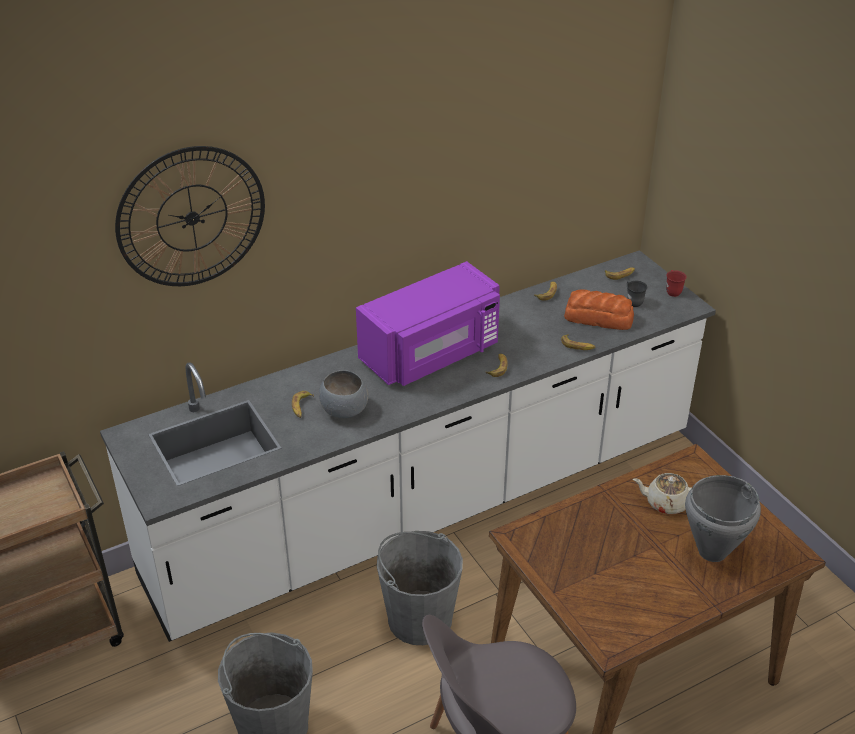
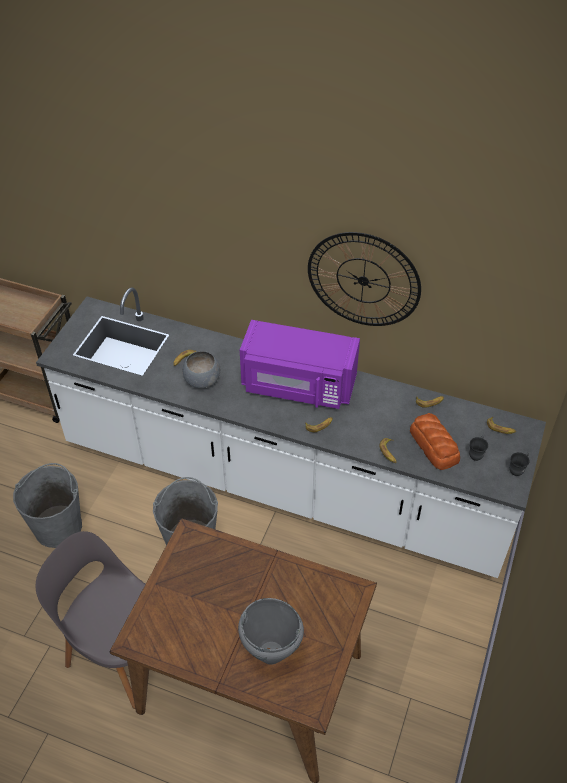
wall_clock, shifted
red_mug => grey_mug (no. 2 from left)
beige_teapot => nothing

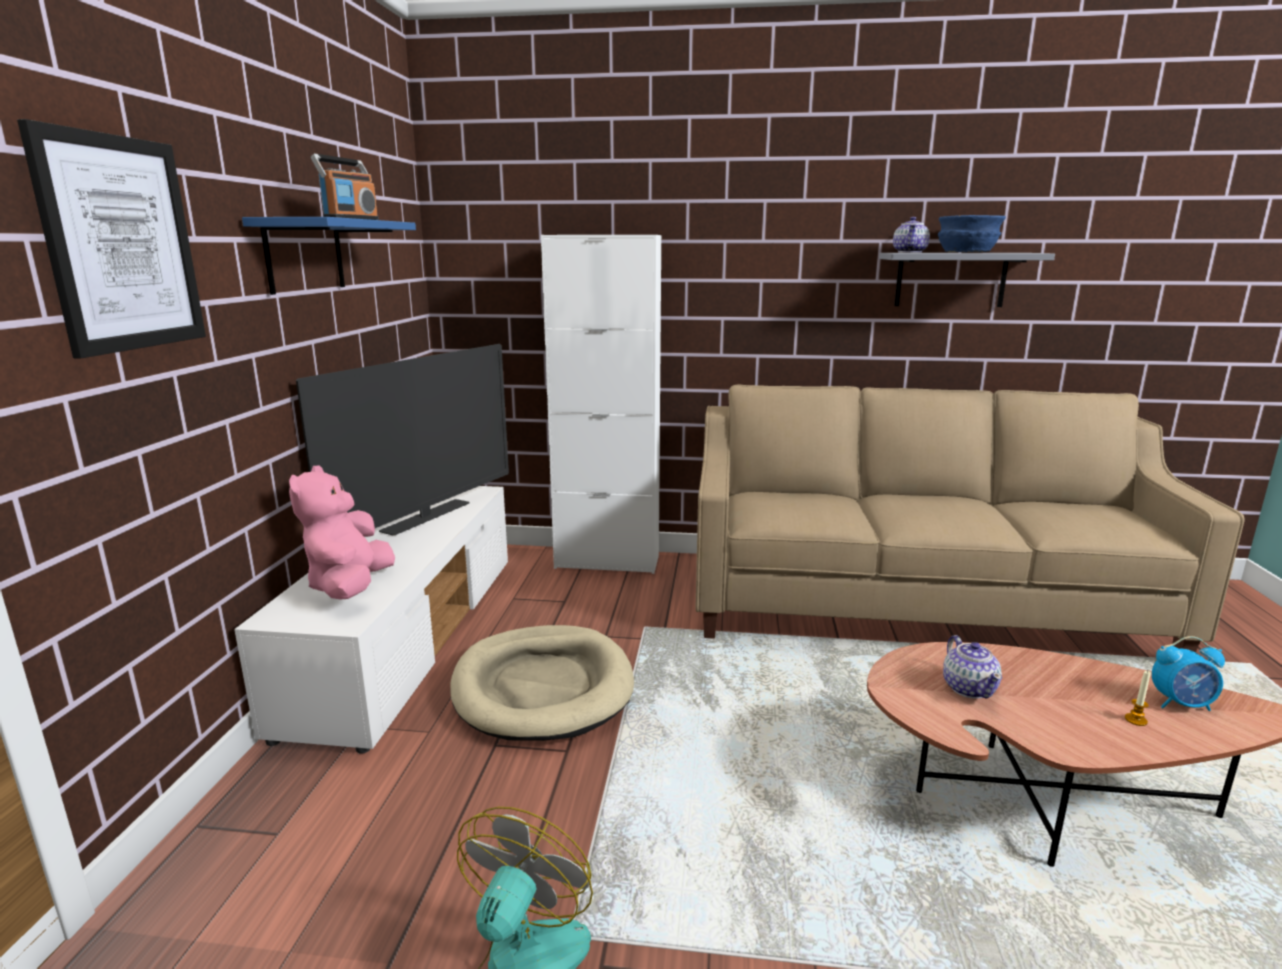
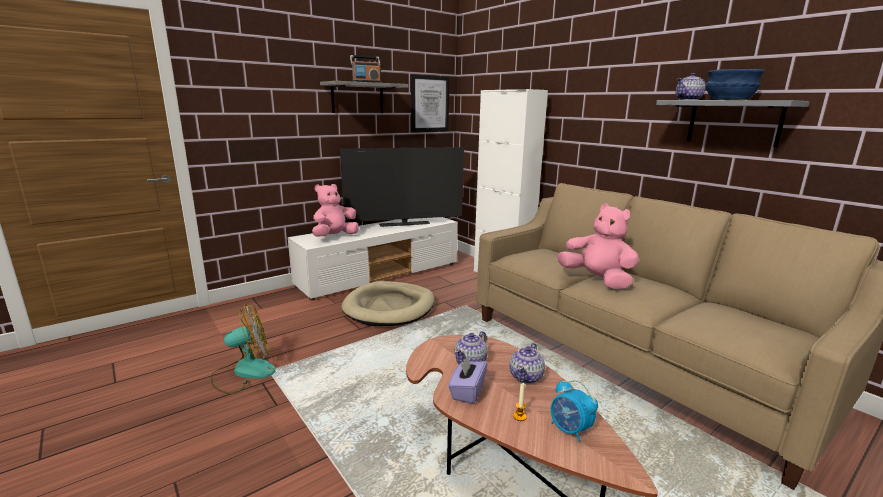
picture, shifted
blue_shelf => grey_shelf (no. 1 from left)
nothing => pink_plush_toy (no. 2 from left)
nothing => teapot (no. 2 from left)
nothing => purple_tissue_box

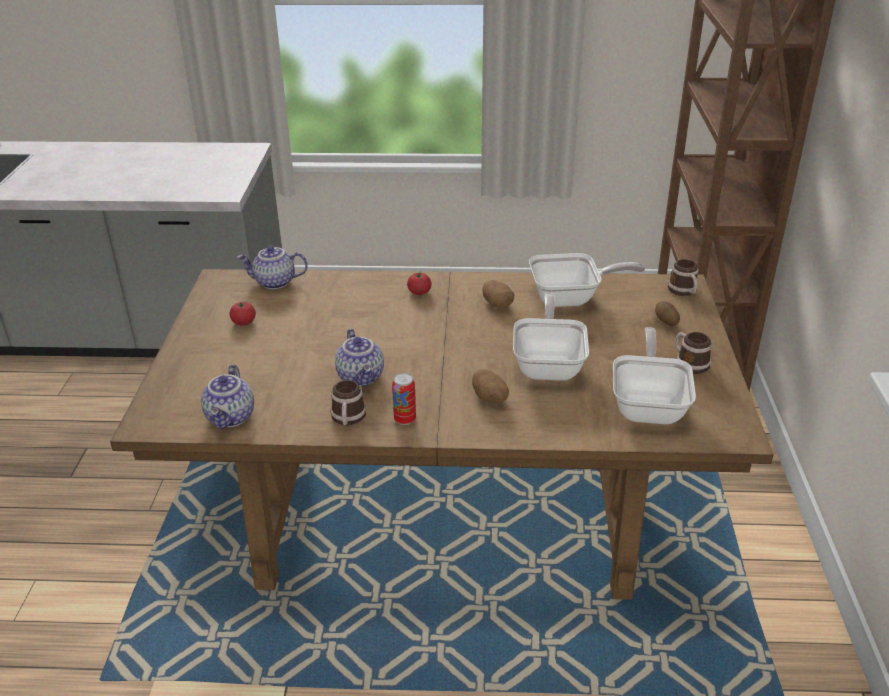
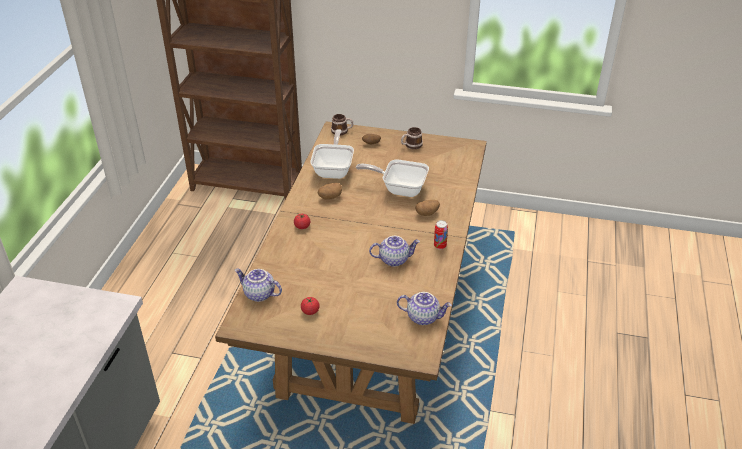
teapot (no. 2 from left in the first image) => teapot (no. 1 from left), 105 degrees clockwise
frying_pan (no. 3 from left) => nothing
mug (no. 1 from left) => nothing

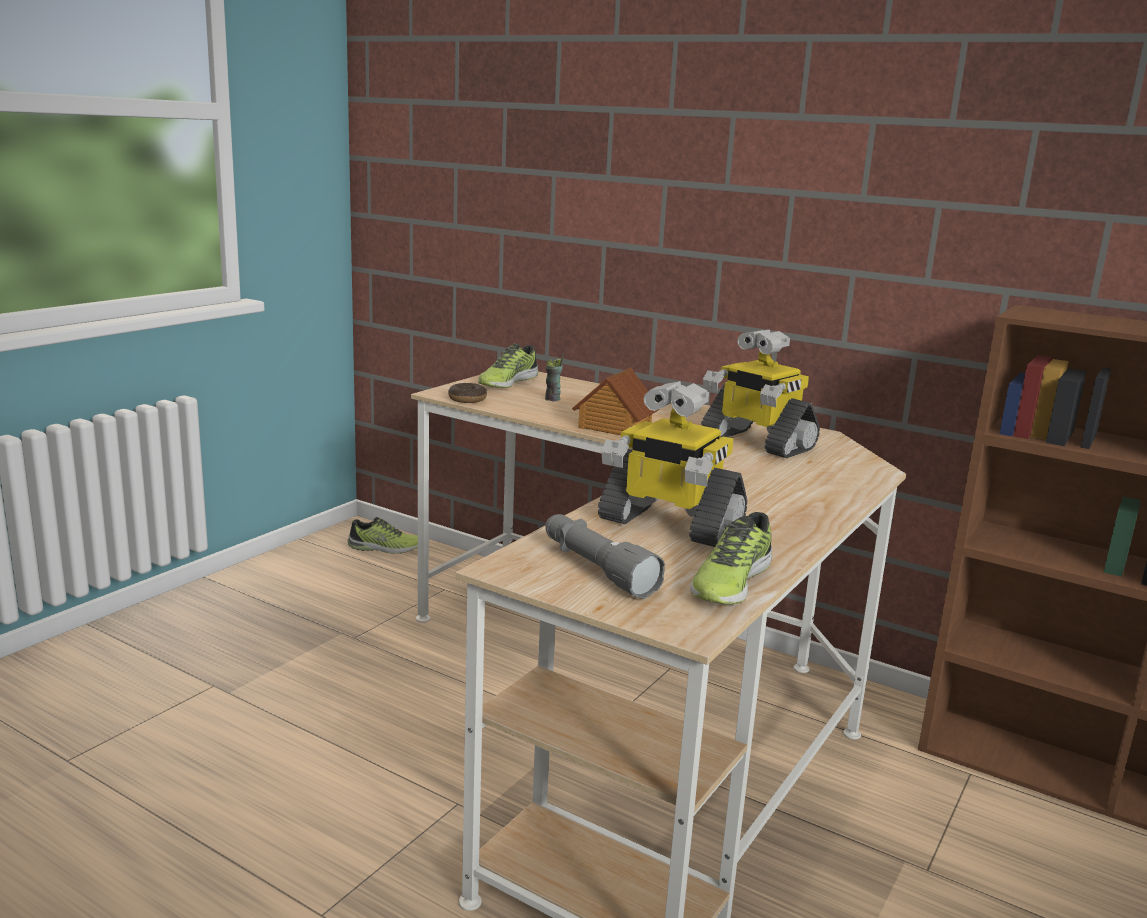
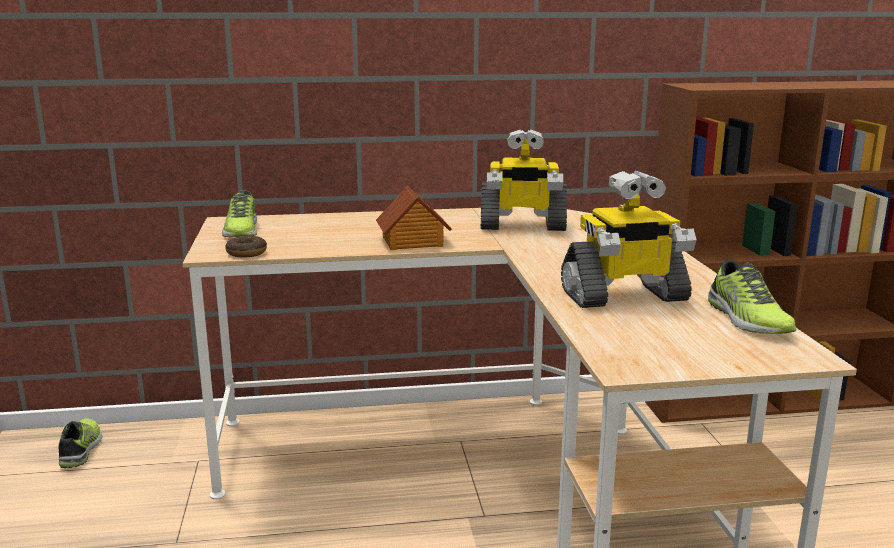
cup => nothing
grey_flashlight => nothing
shoe (no. 1 from left), 60 degrees counterclockwise

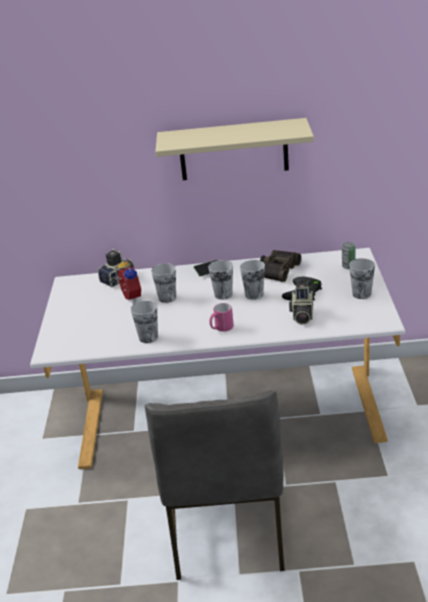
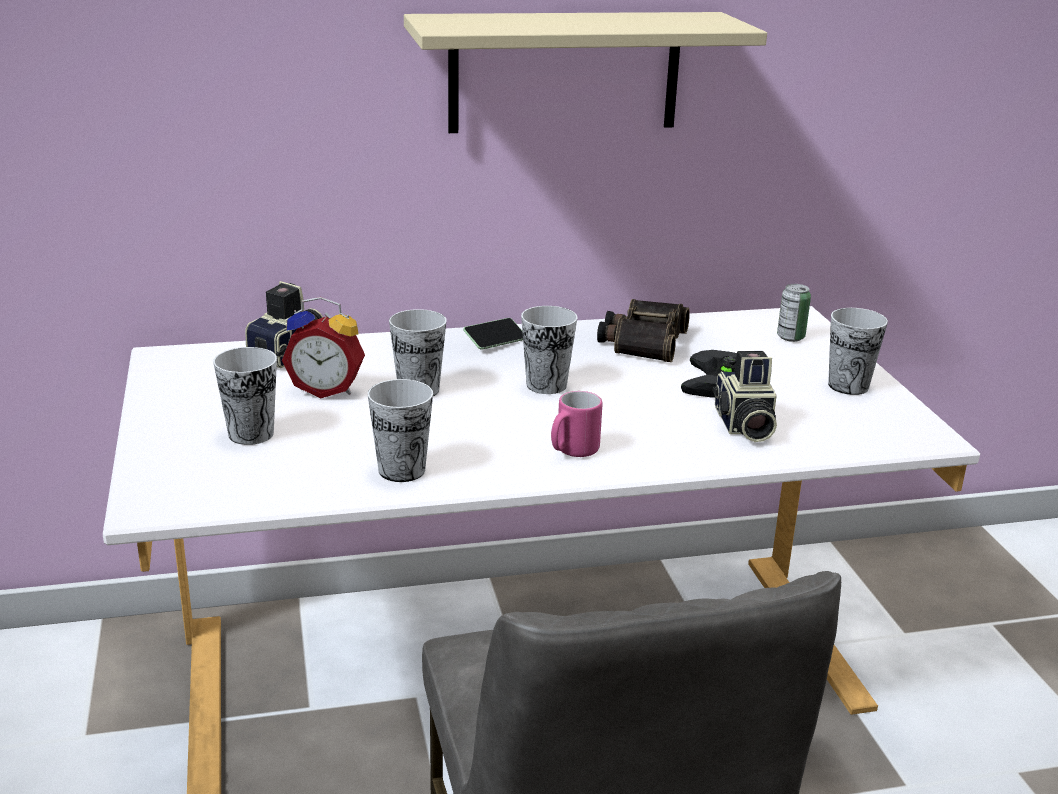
alarm_clock, 135 degrees clockwise
cup (no. 4 from left in the first image) => cup (no. 1 from left), shifted

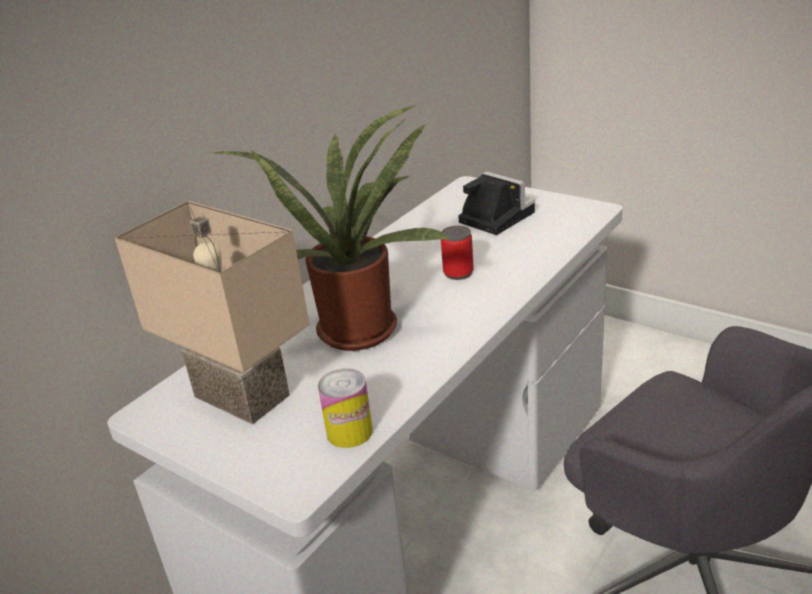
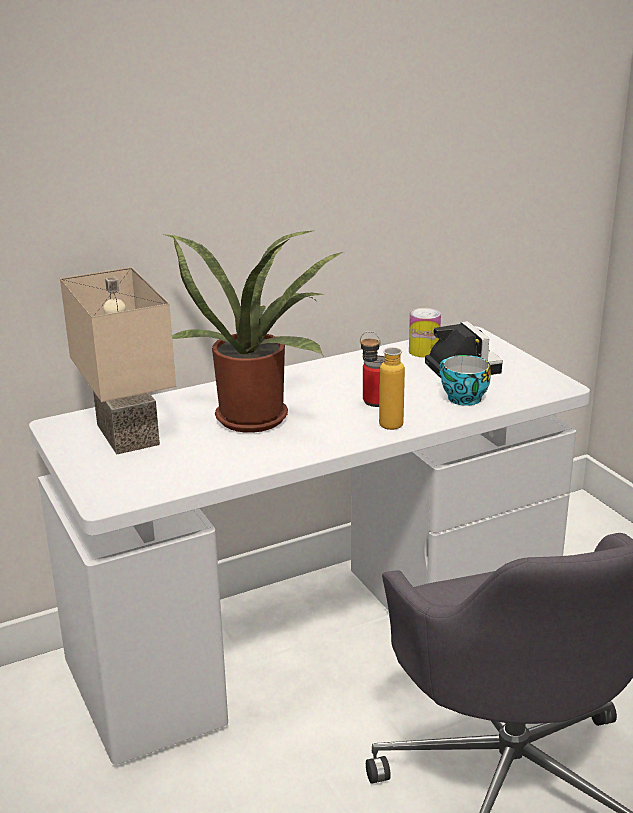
can (no. 1 from left in the first image) => can (no. 2 from left), shifted
nothing => bottle
nothing => cup

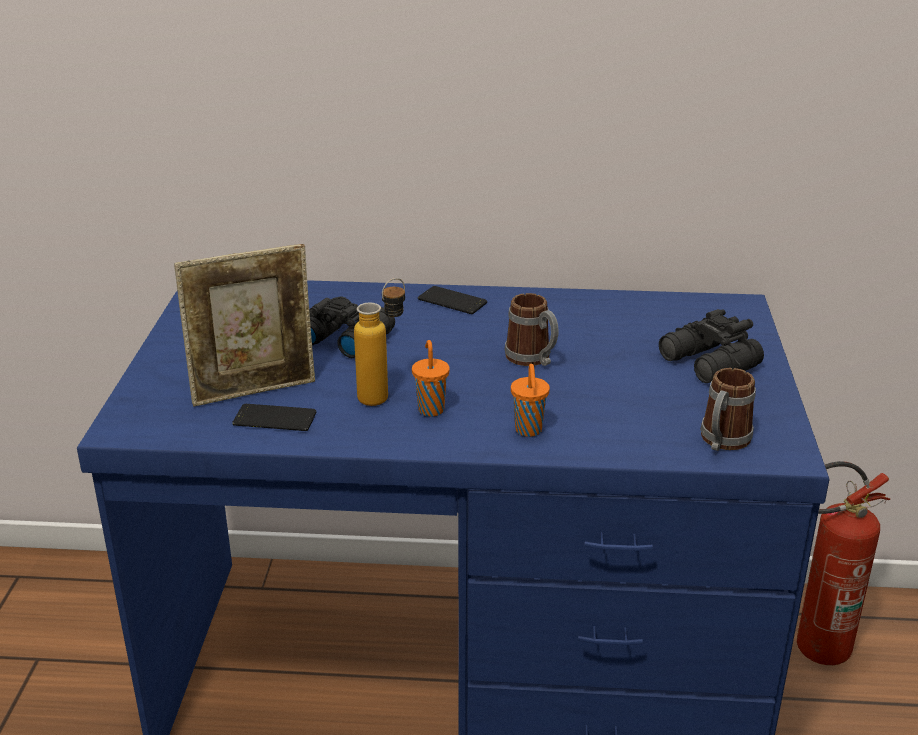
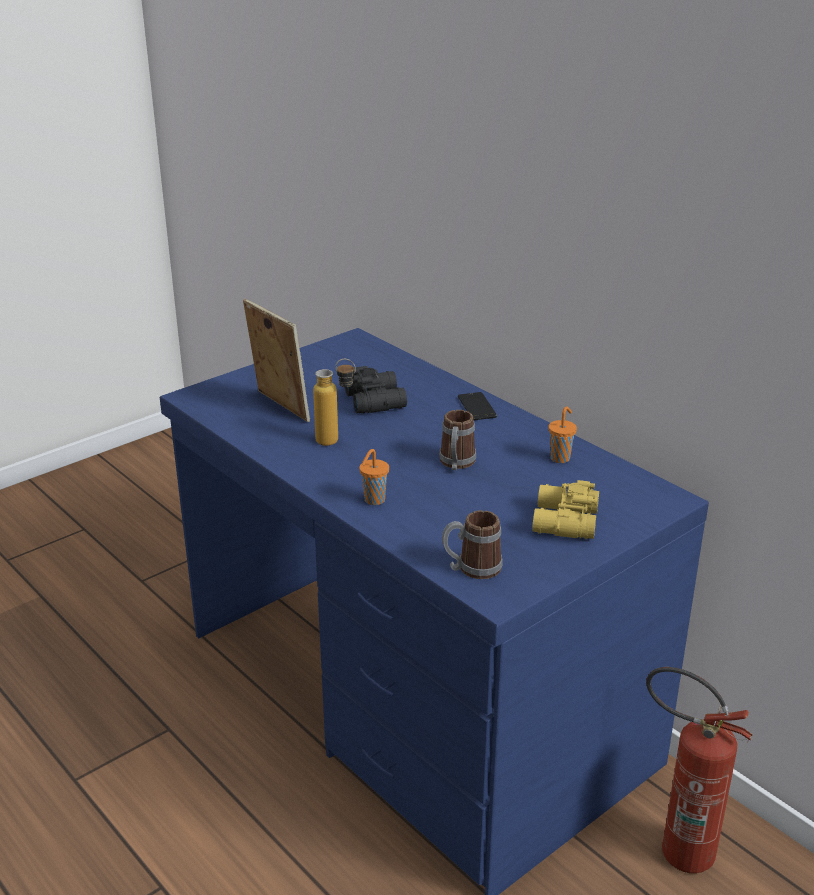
picture_frame, 150 degrees counterclockwise
black_binoculars (no. 2 from left) => yellow_binoculars
orange_cup (no. 1 from left in the first image) => orange_cup (no. 2 from left), shifted
phone (no. 1 from left) => nothing

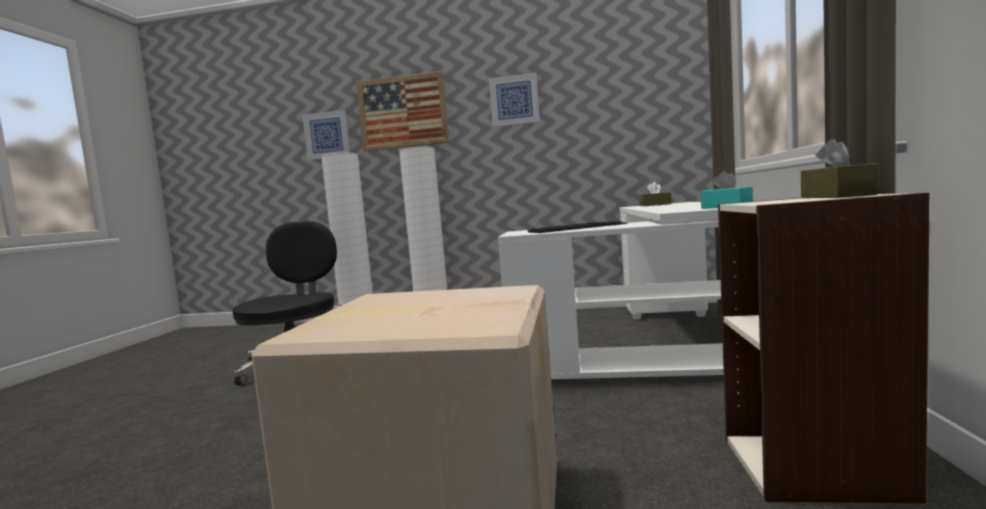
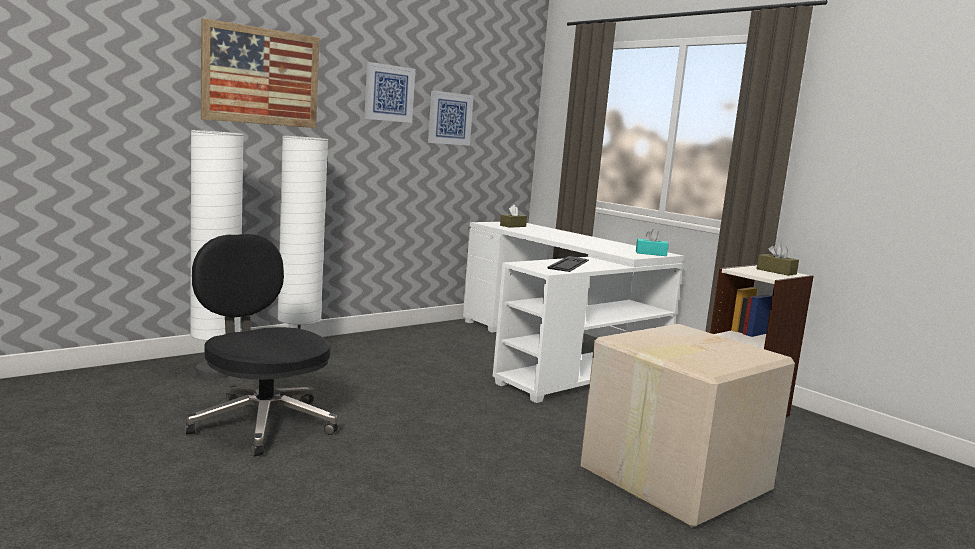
picture (no. 1 from left in the first image) => picture (no. 3 from left), shifted

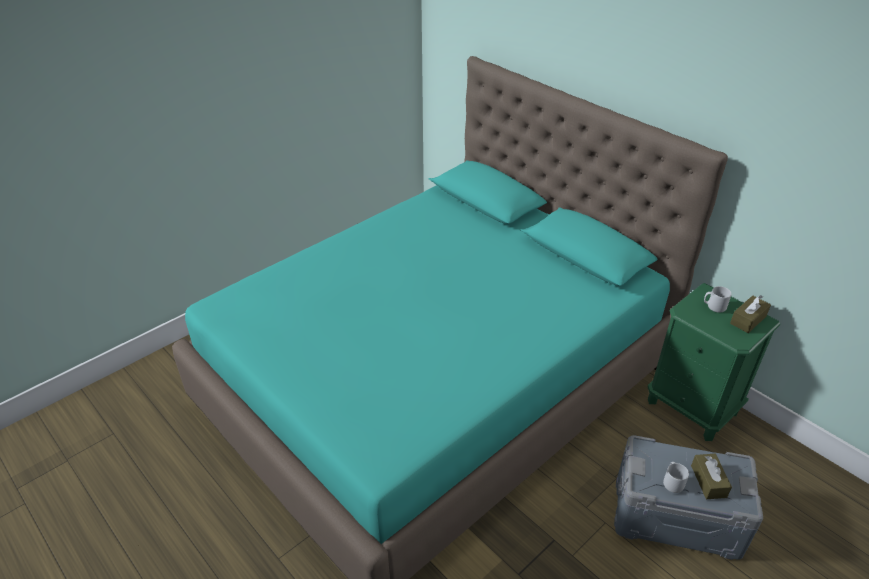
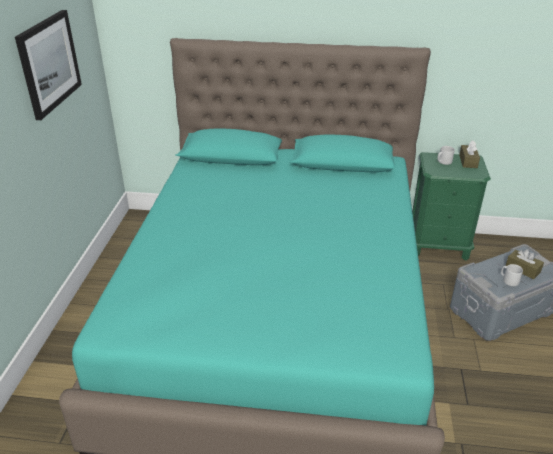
nothing => picture

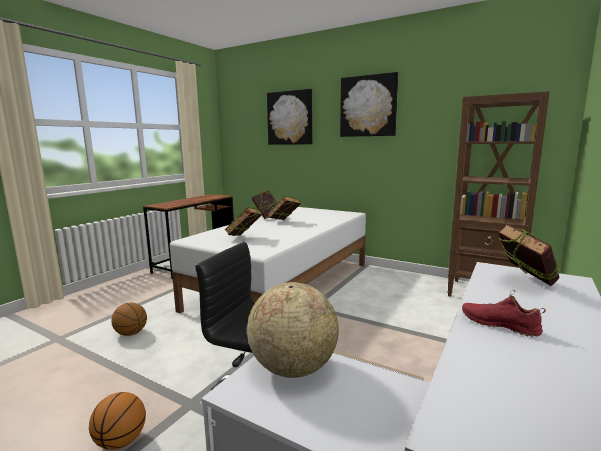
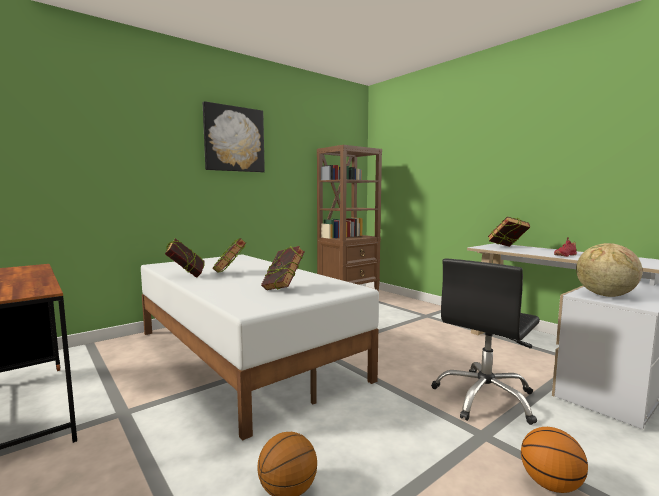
picture (no. 1 from left) => nothing

